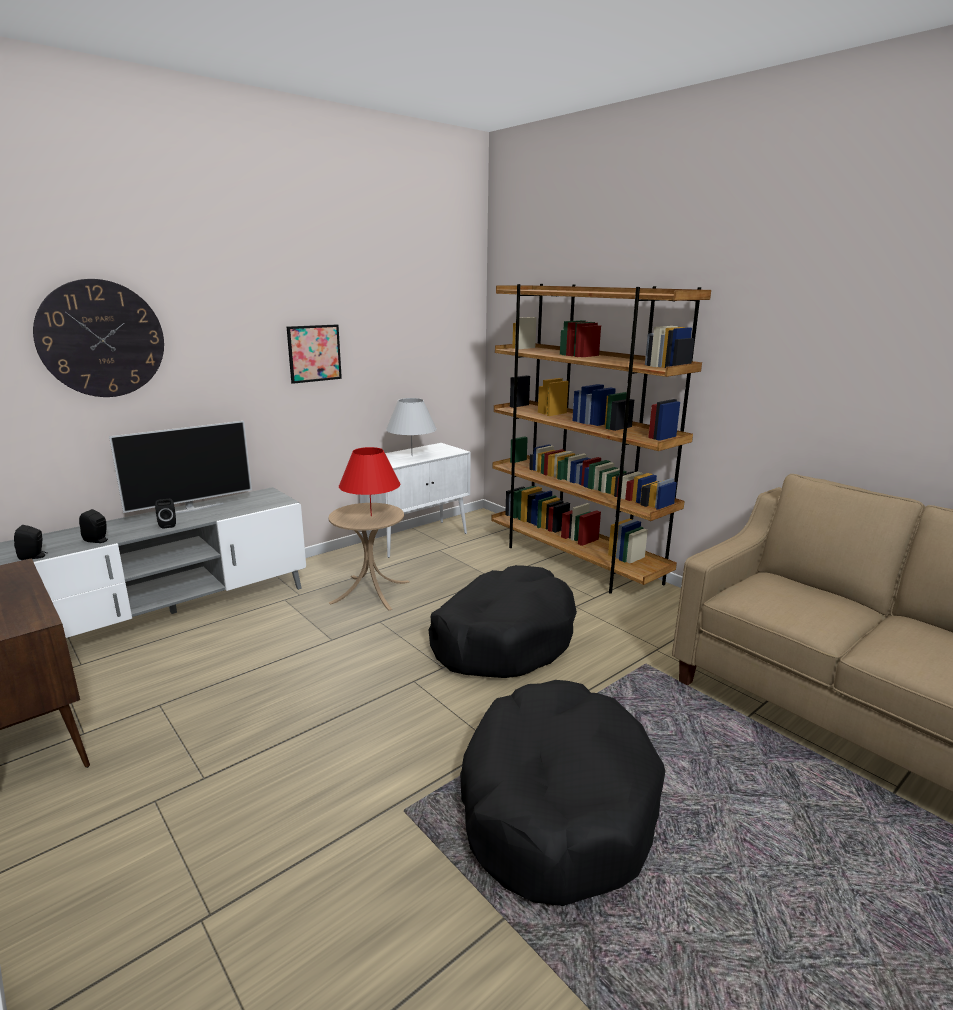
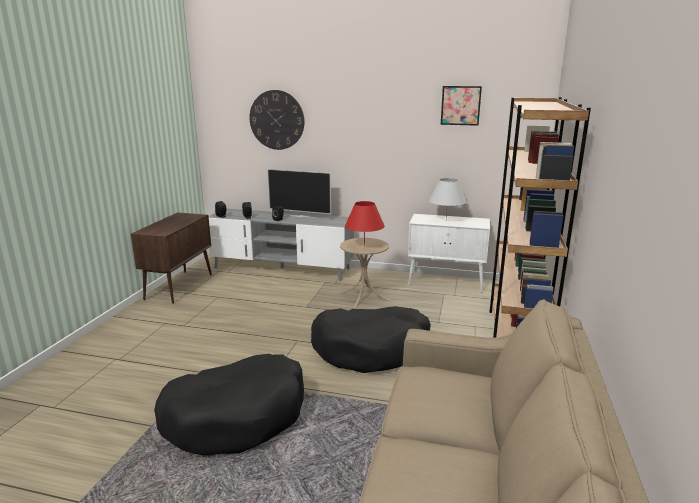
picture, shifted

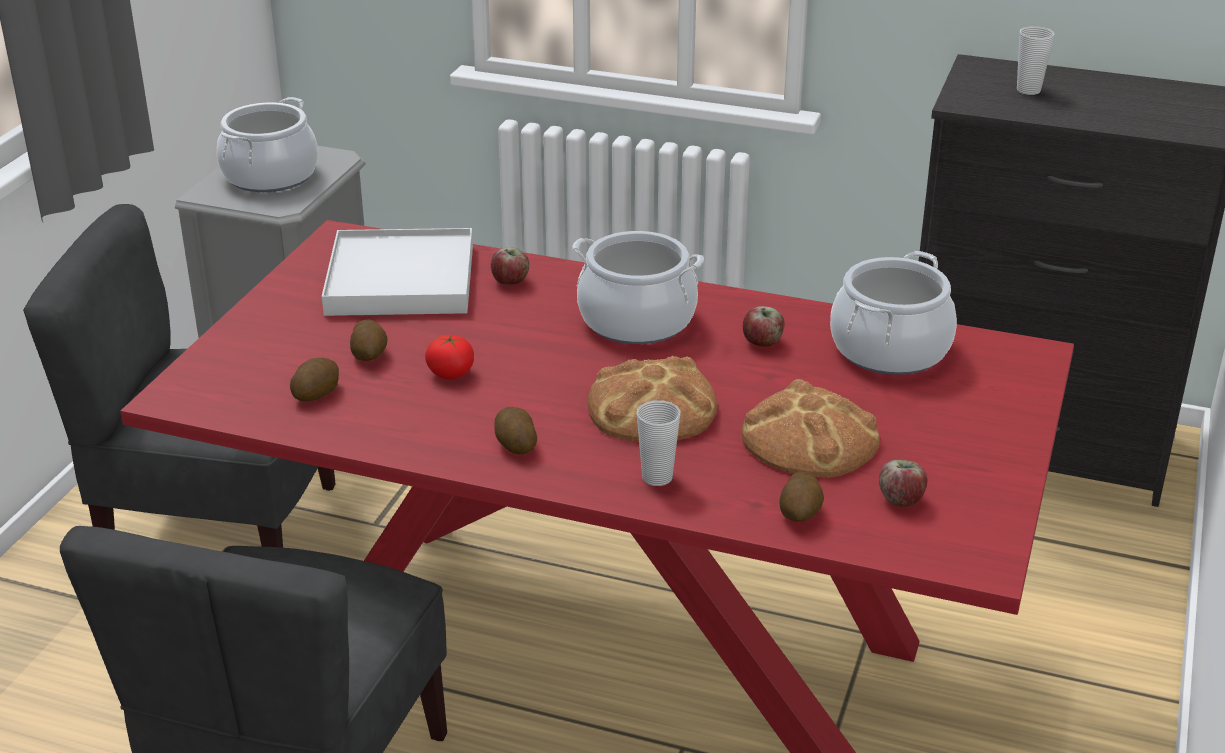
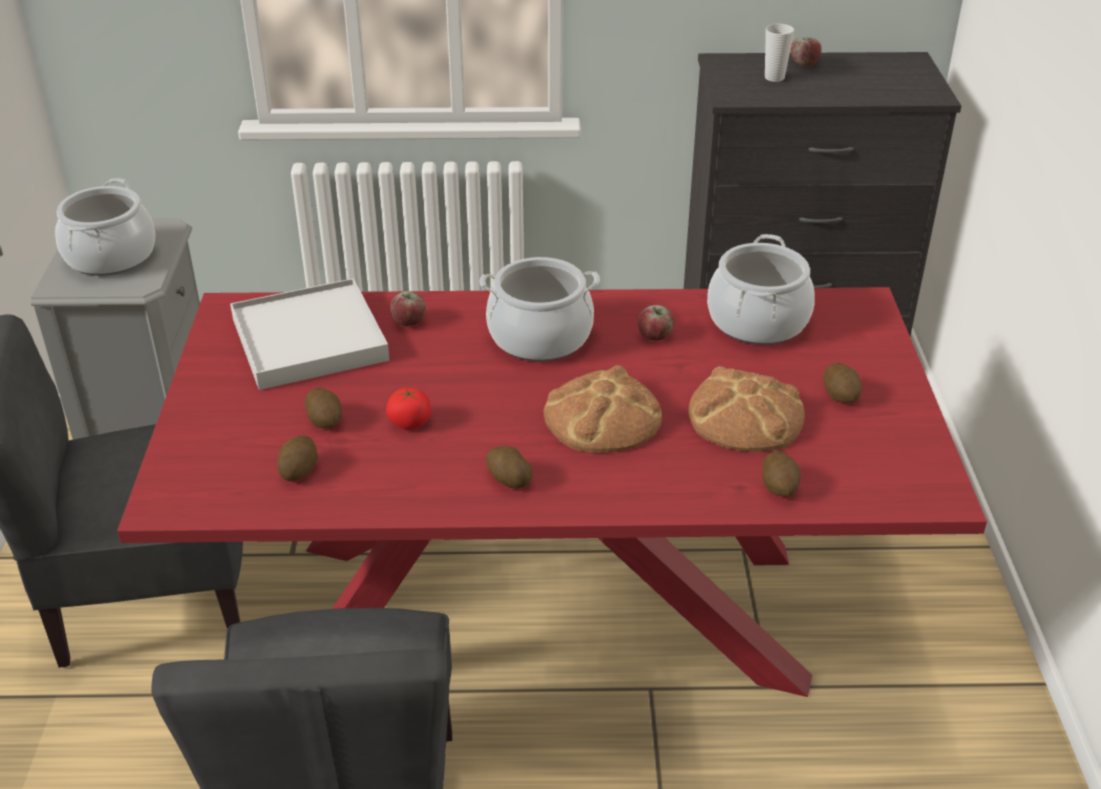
cup (no. 1 from left) => nothing
apple (no. 3 from left), shifted
nothing => potato (no. 5 from left)

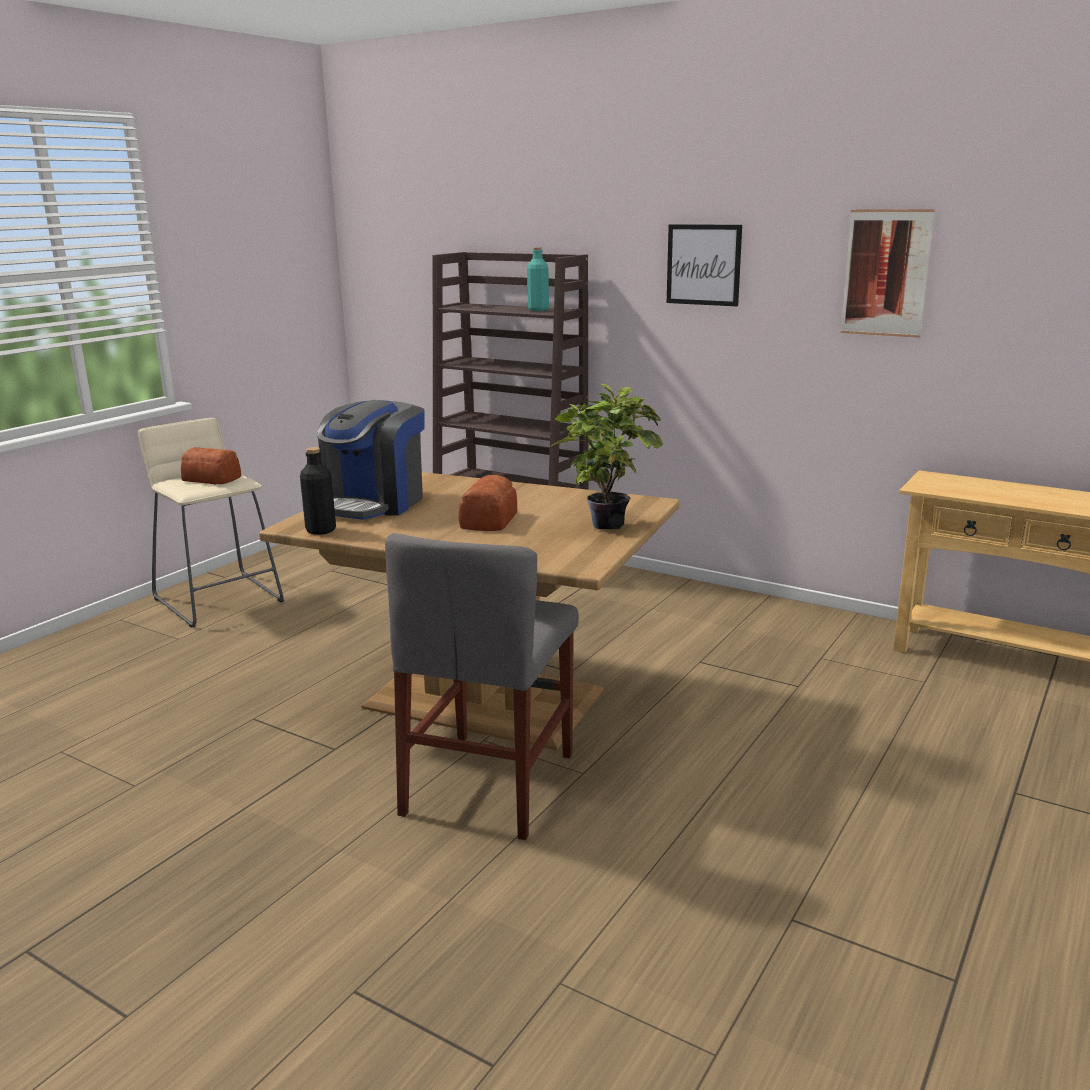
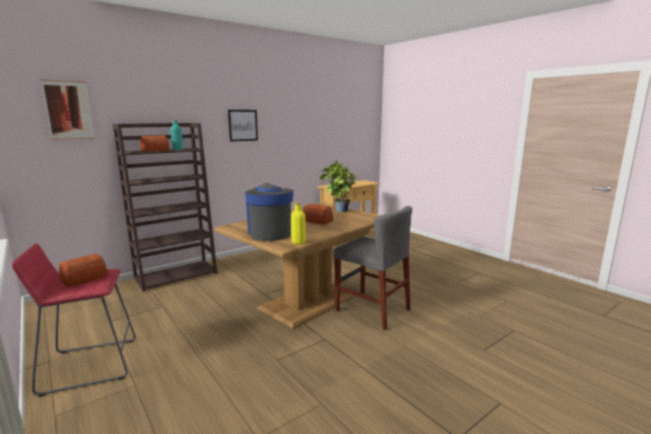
picture (no. 2 from left in the first image) => picture (no. 1 from left), shifted
coffee_machine, 150 degrees counterclockwise
beige_stool => red_stool
black_bottle => yellow_bottle
nothing => bread (no. 2 from left)

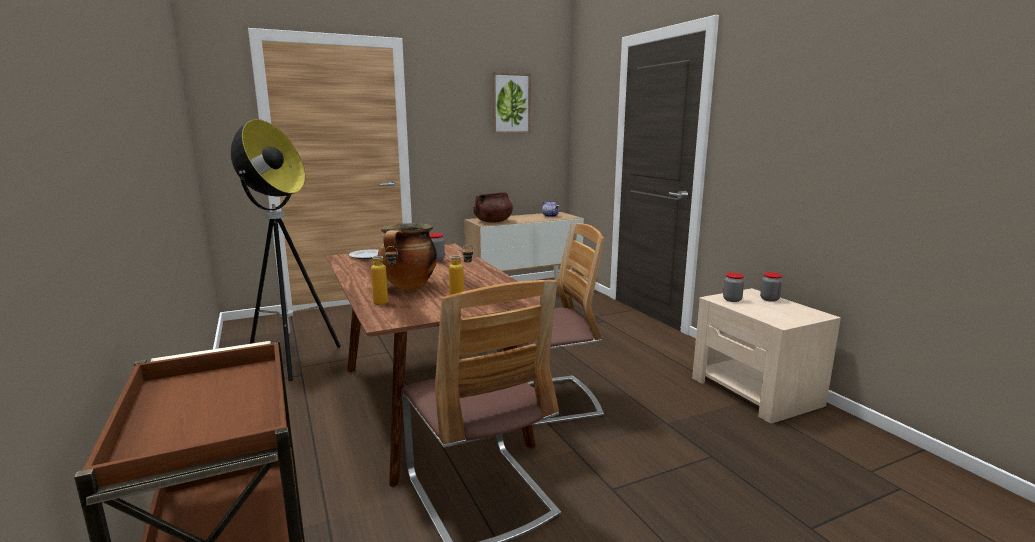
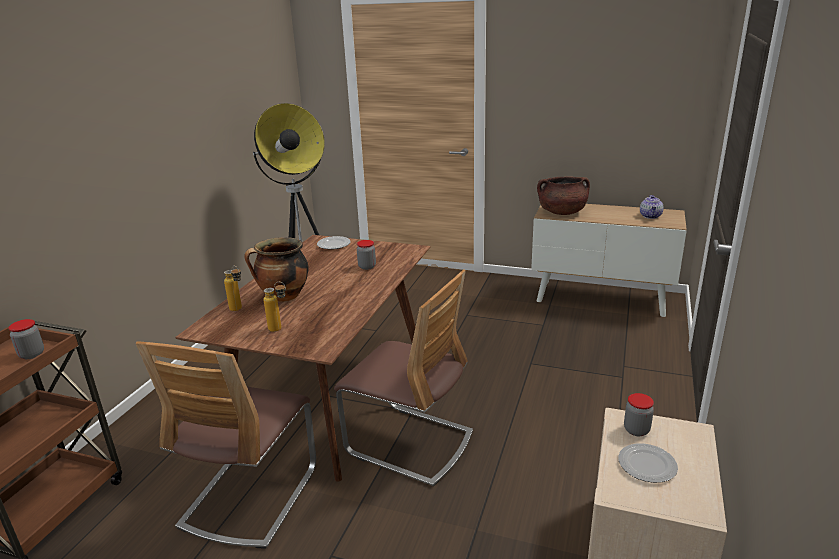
picture => nothing
jar (no. 3 from left in the first image) => jar (no. 1 from left), shifted
nothing => plate (no. 2 from left)

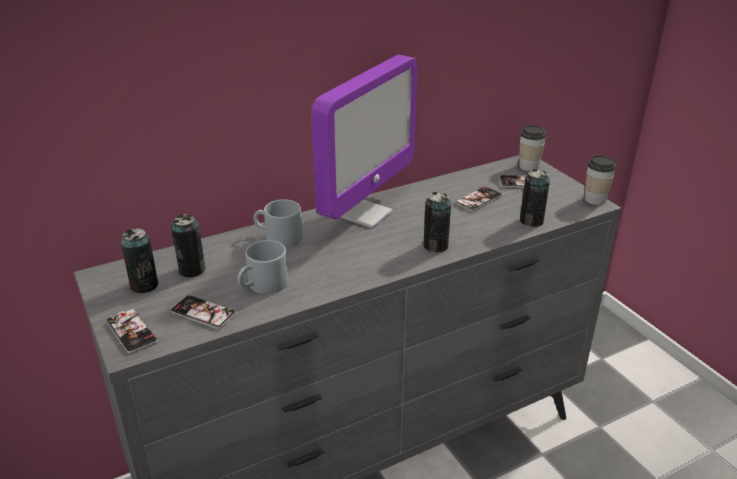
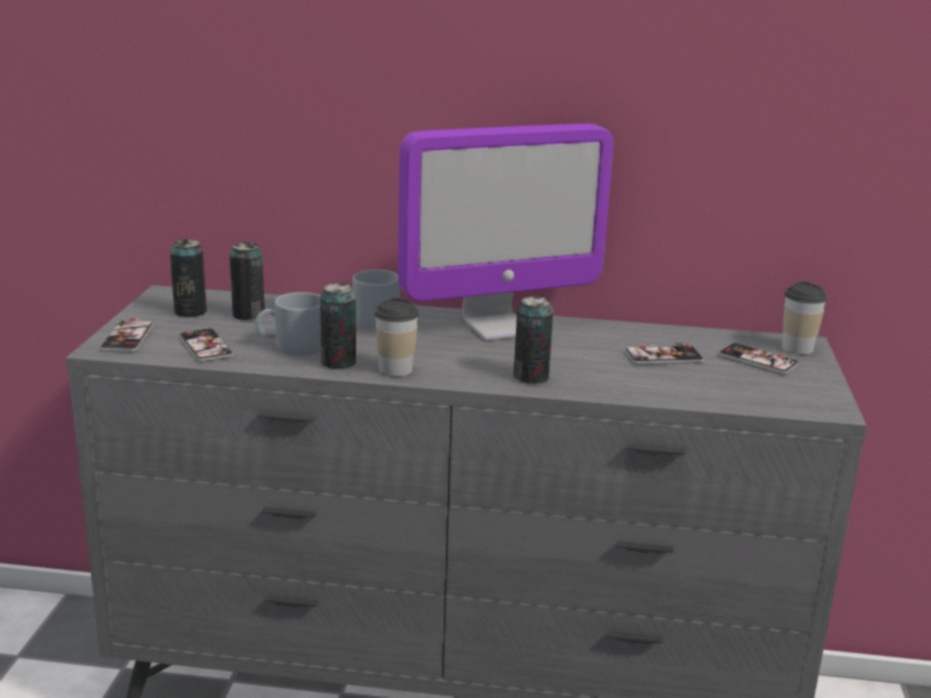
cup (no. 2 from left in the first image) => cup (no. 1 from left), shifted
can (no. 4 from left in the first image) => can (no. 3 from left), shifted

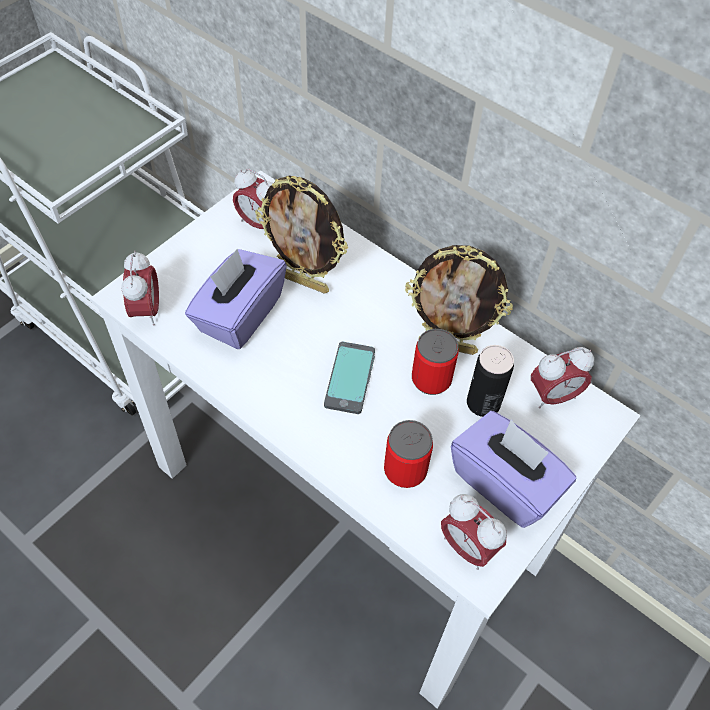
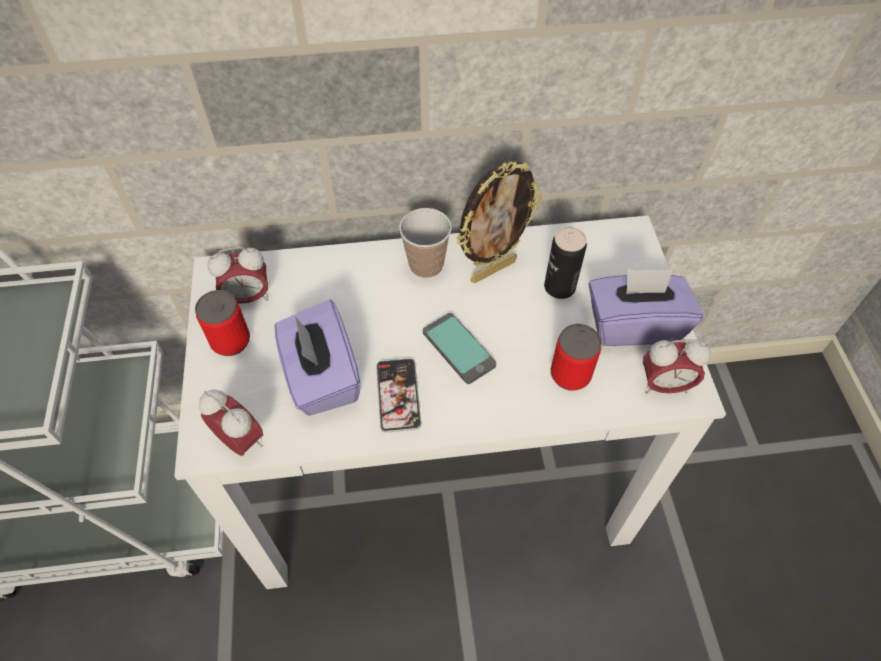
picture_frame (no. 1 from left) => nothing
can (no. 2 from left in the first image) => can (no. 1 from left), shifted
alarm_clock (no. 4 from left) => nothing
nothing => cup
nothing => phone (no. 1 from left)

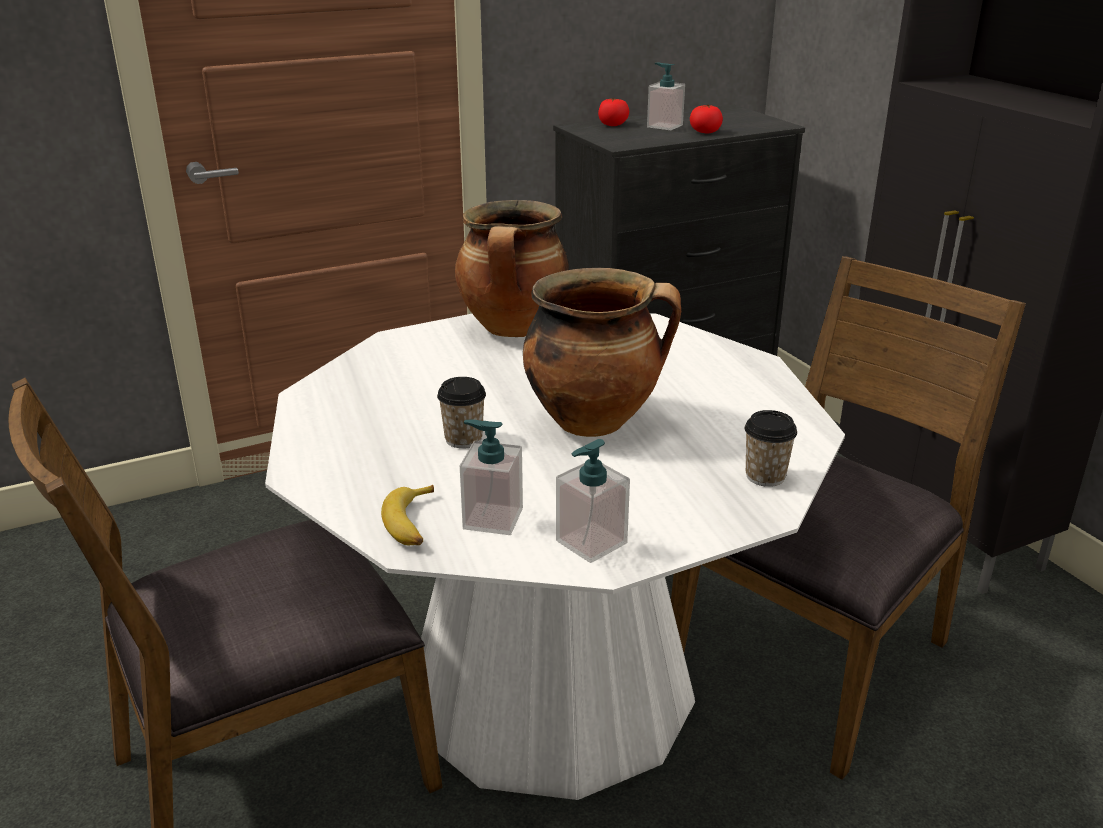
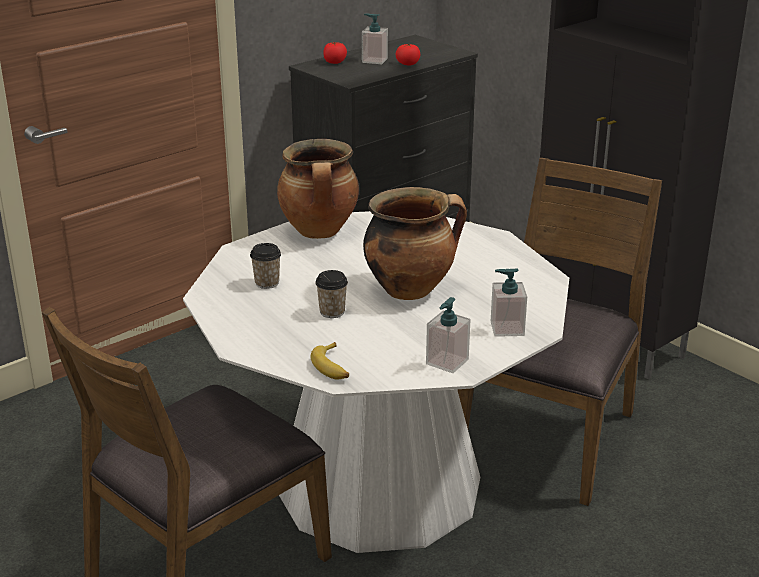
cup (no. 2 from left in the first image) => cup (no. 1 from left), shifted
soap_dispenser (no. 1 from left in the first image) => soap_dispenser (no. 3 from left), shifted

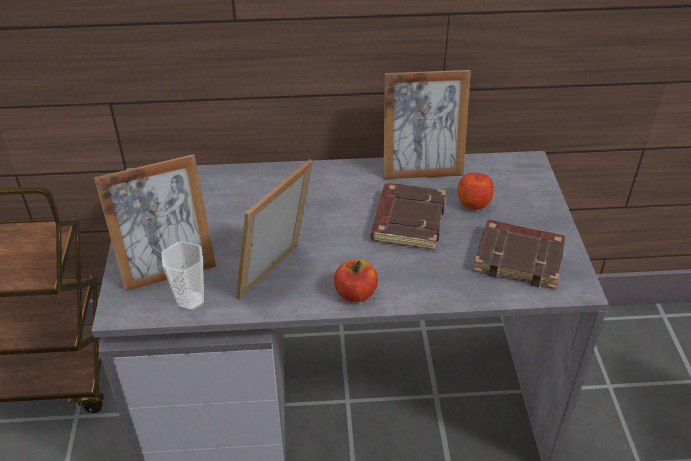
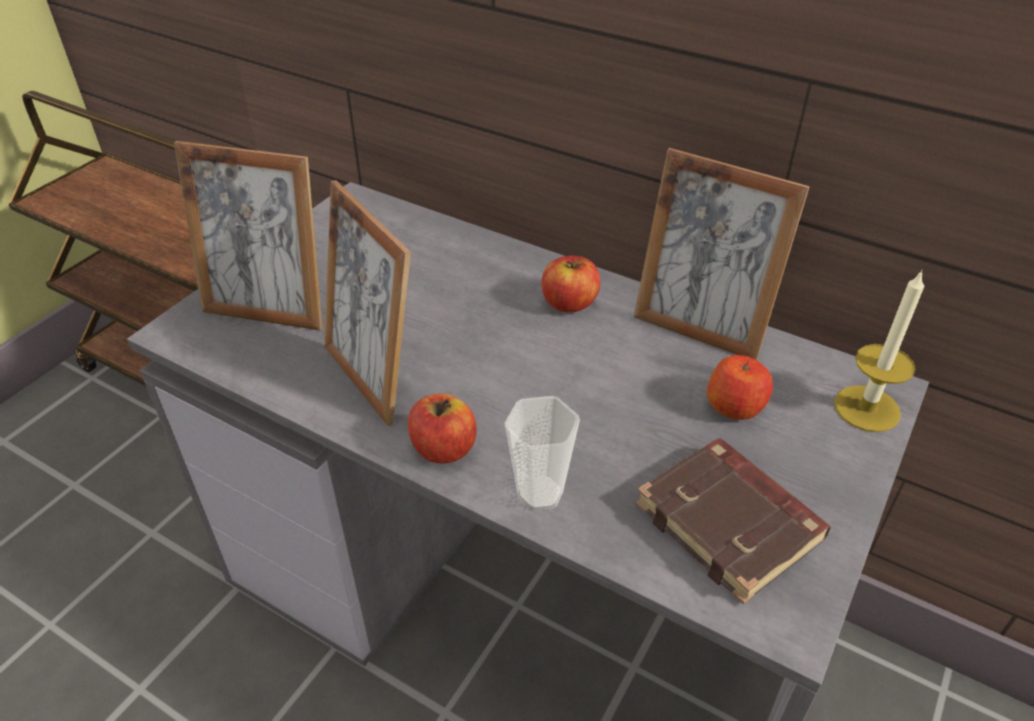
picture_frame (no. 2 from left), 105 degrees counterclockwise
brown_book (no. 1 from left) => nothing
cup, shifted
nothing => apple (no. 2 from left)
nothing => candle

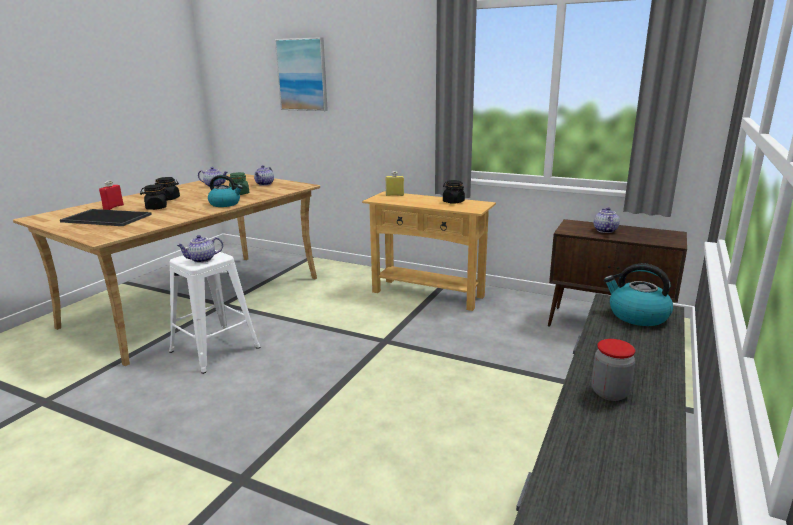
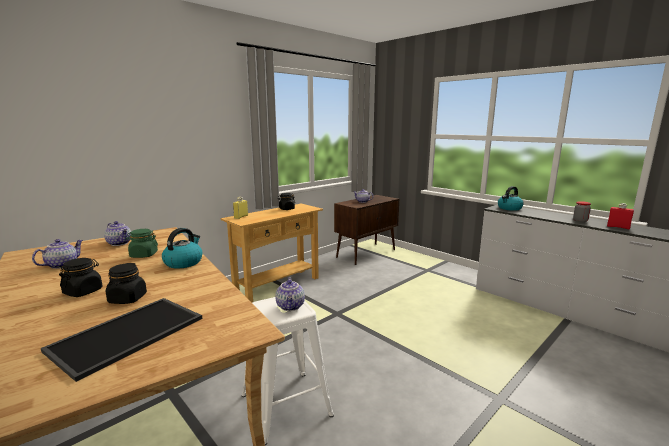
picture => nothing
red_bottle, shifted

